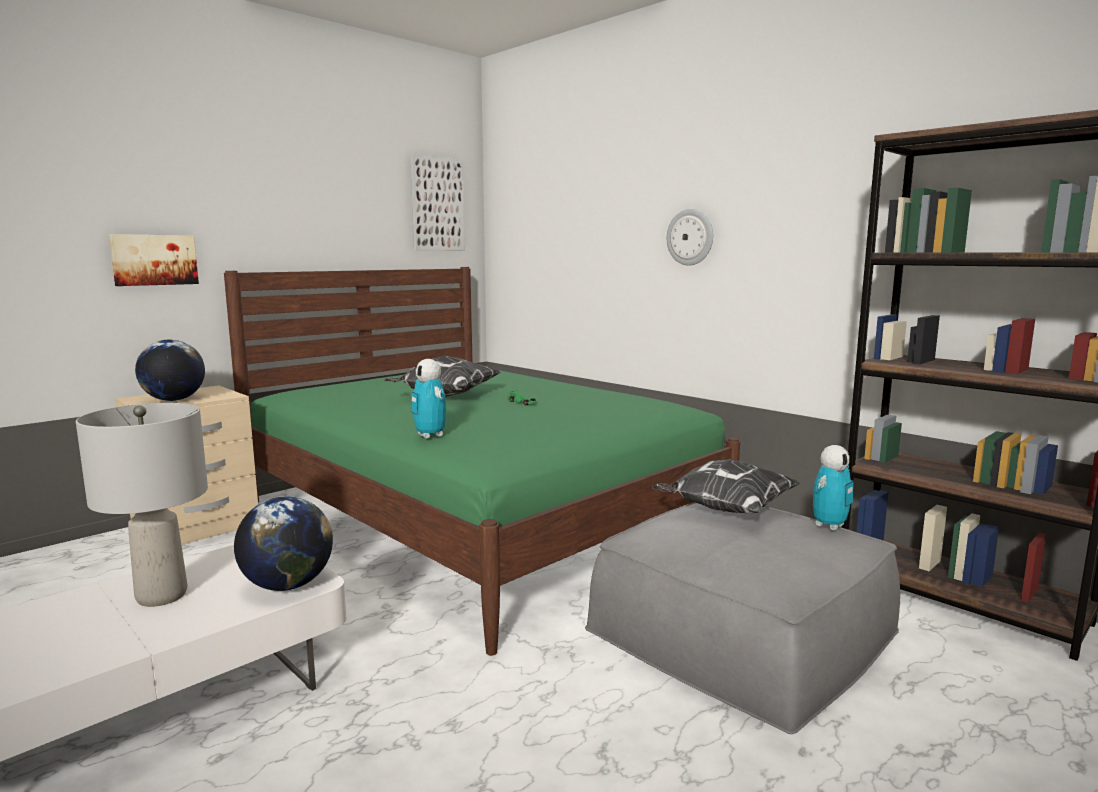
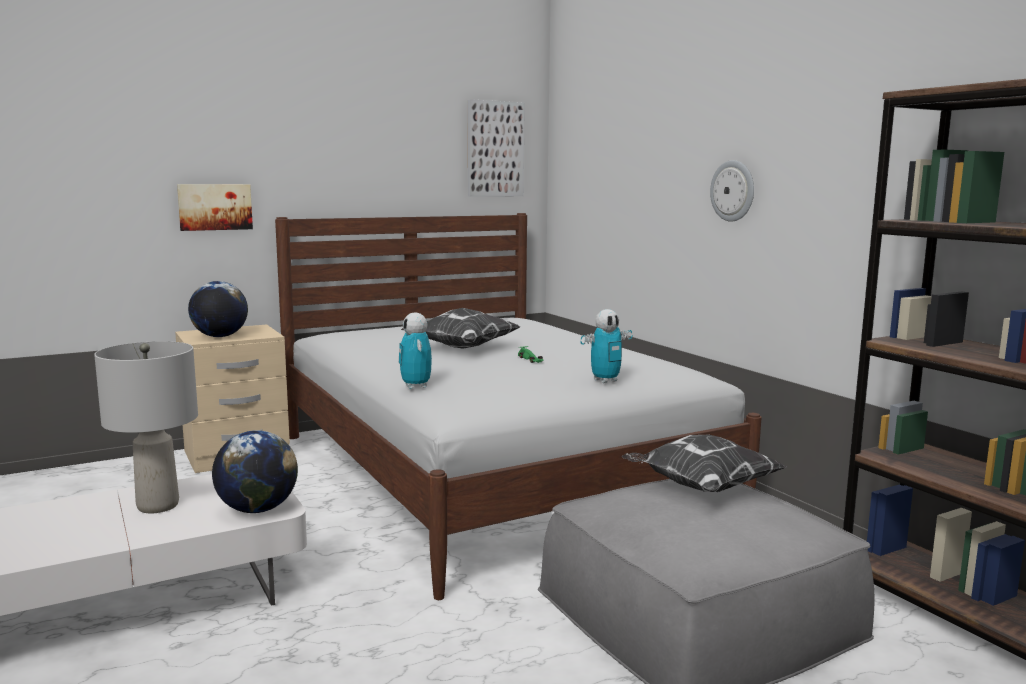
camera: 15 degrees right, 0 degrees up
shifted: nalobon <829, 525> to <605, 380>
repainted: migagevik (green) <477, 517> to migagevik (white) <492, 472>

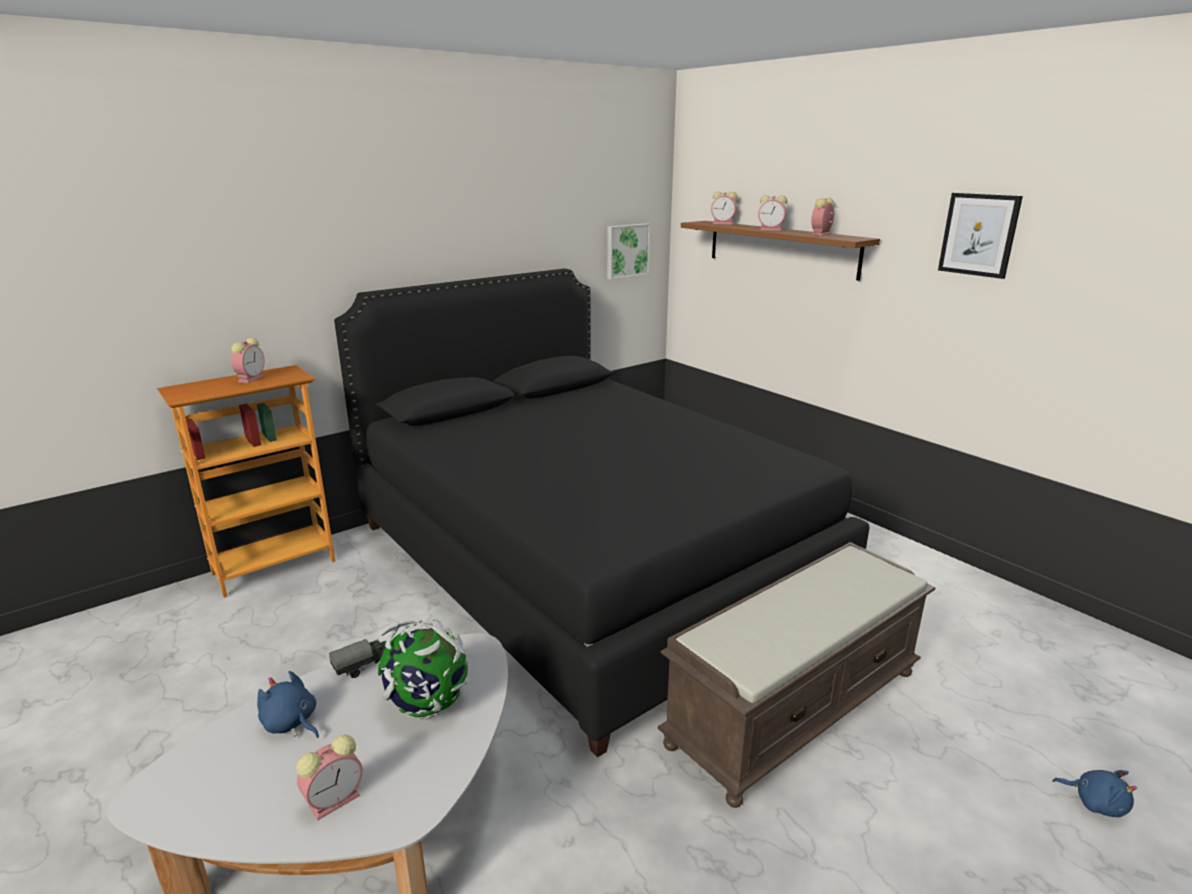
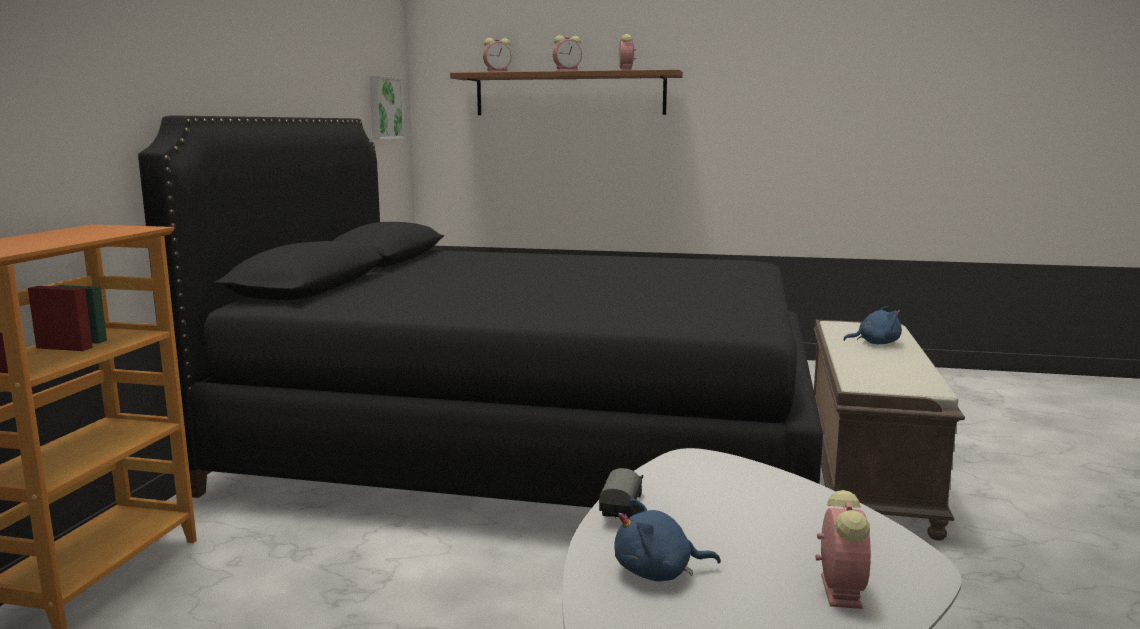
camera: 40 degrees left, 10 degrees down
gone: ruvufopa <251, 378>; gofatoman <427, 705>; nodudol <979, 234>
shifted: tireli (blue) <1095, 803> to <875, 343>

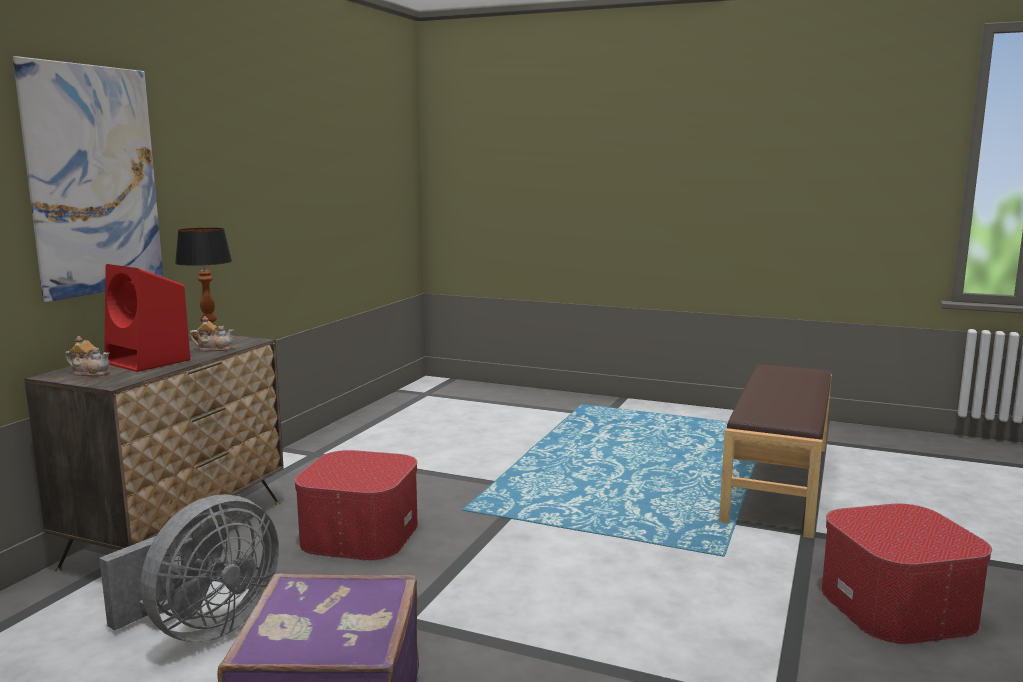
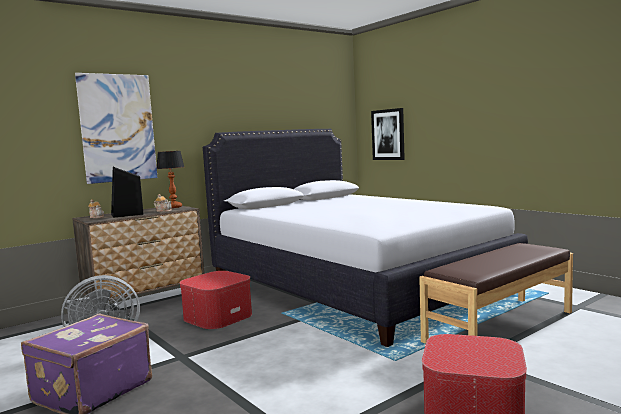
camera: 30 degrees right, 5 degrees down
new: migagevik (white) <356, 285>; nodudol <388, 134>
repainted: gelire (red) <149, 362> to gelire (black) <127, 214>

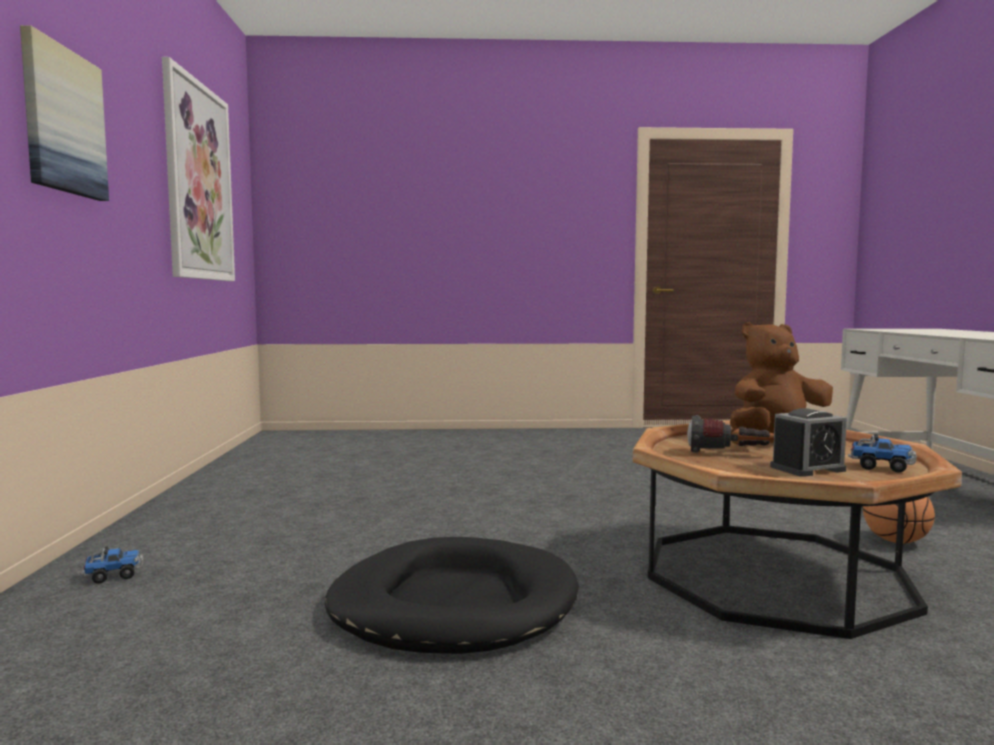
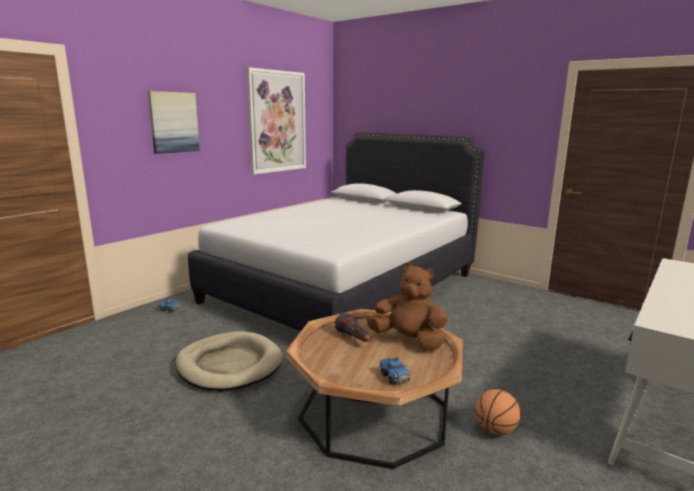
camera: 40 degrees right, 10 degrees up
gone: ruvufopa <807, 468>
new: migagevik (white) <344, 287>
repainted: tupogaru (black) <453, 604> to tupogaru (beige) <229, 365>

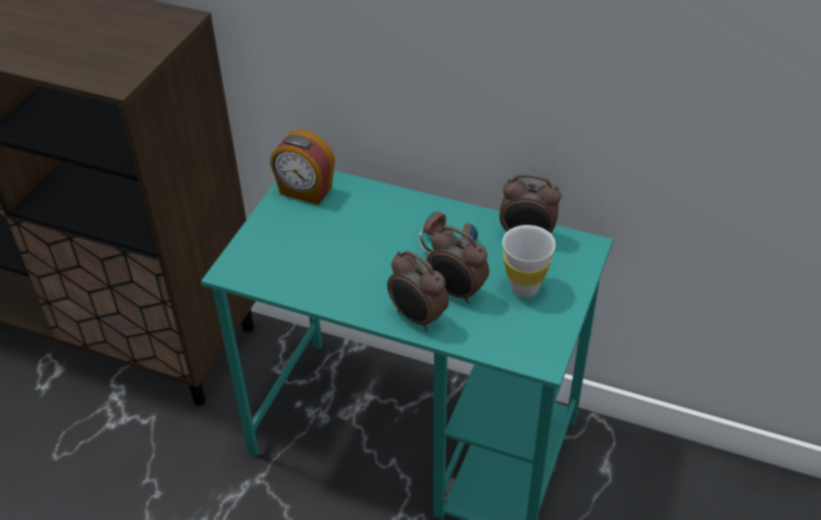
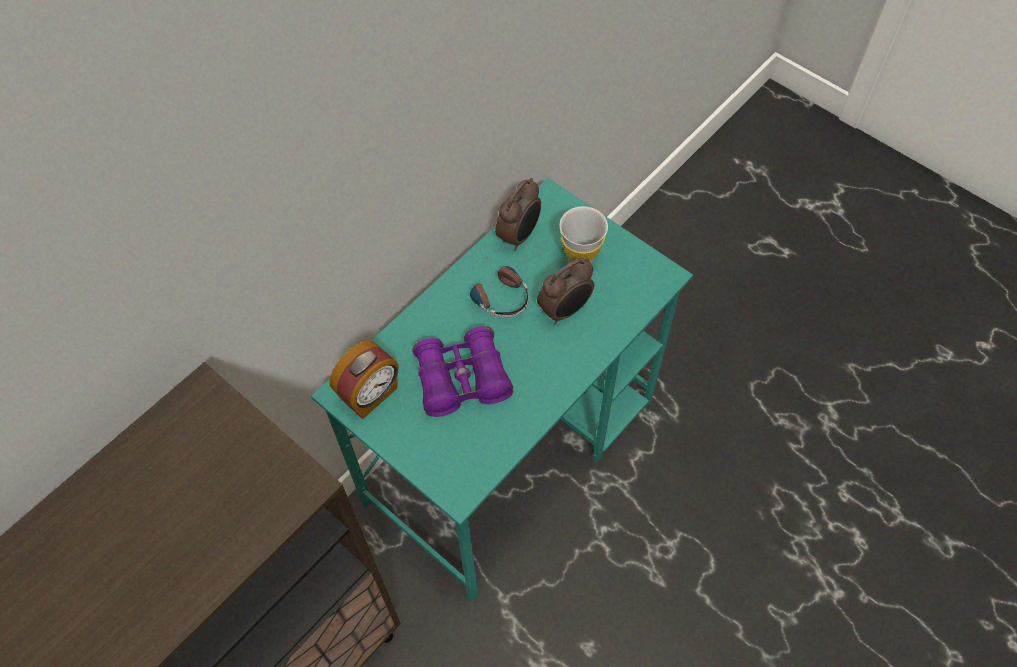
camera: 70 degrees left, 15 degrees up
gone: ruvufopa <417, 318>
new: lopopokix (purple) <462, 380>

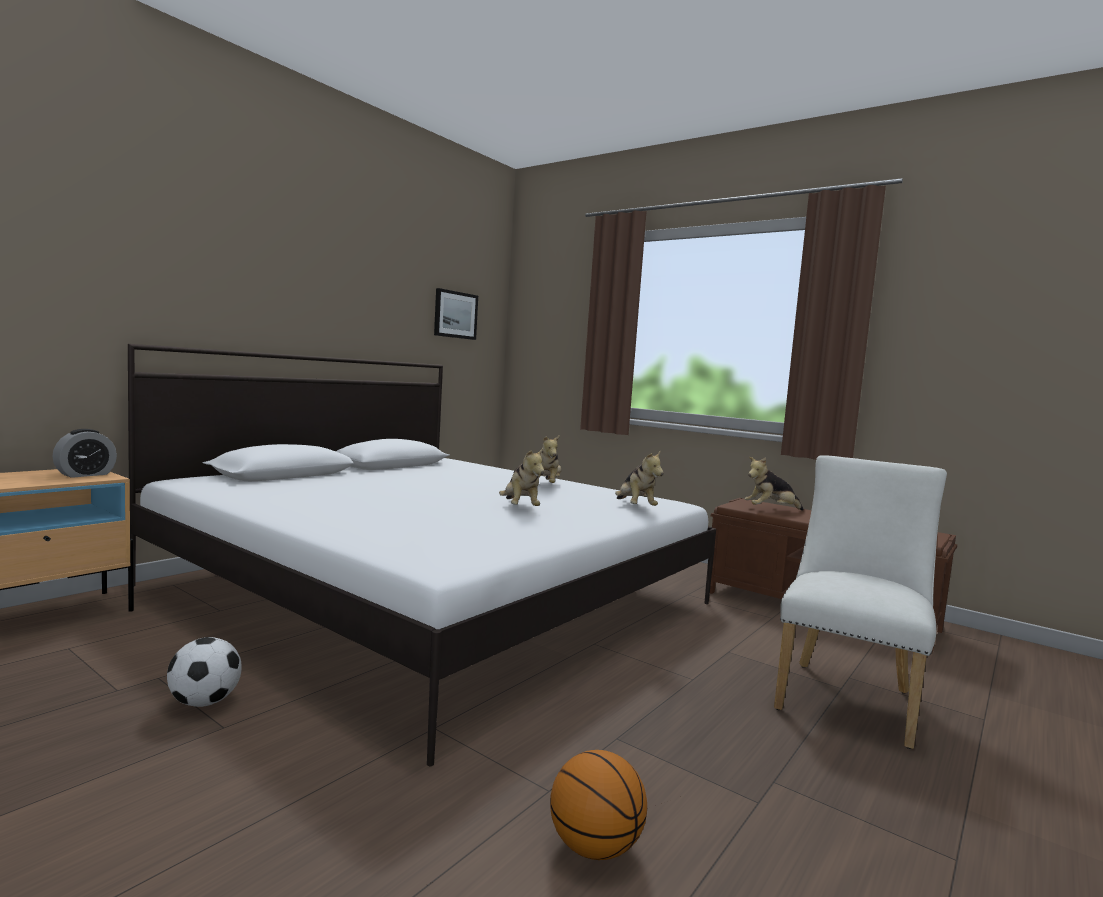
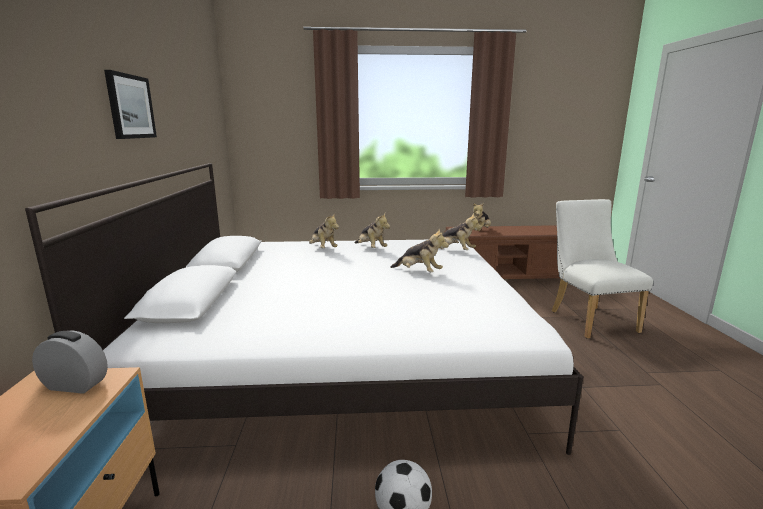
camera: 40 degrees left, 10 degrees up
gone: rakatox <594, 848>
new: tireli <323, 249>
shifted: nodudol <455, 314> to <130, 106>
rotated: ruvufopa <85, 474> = <75, 385> 75 degrees counterclockwise

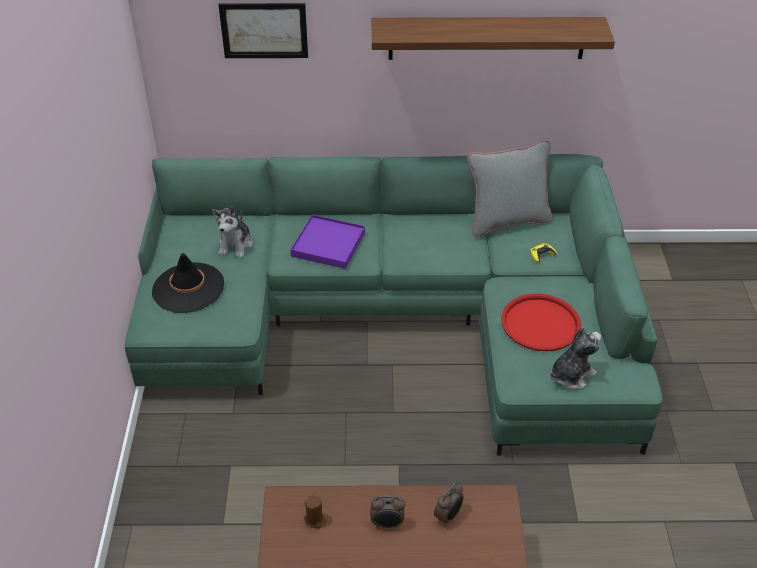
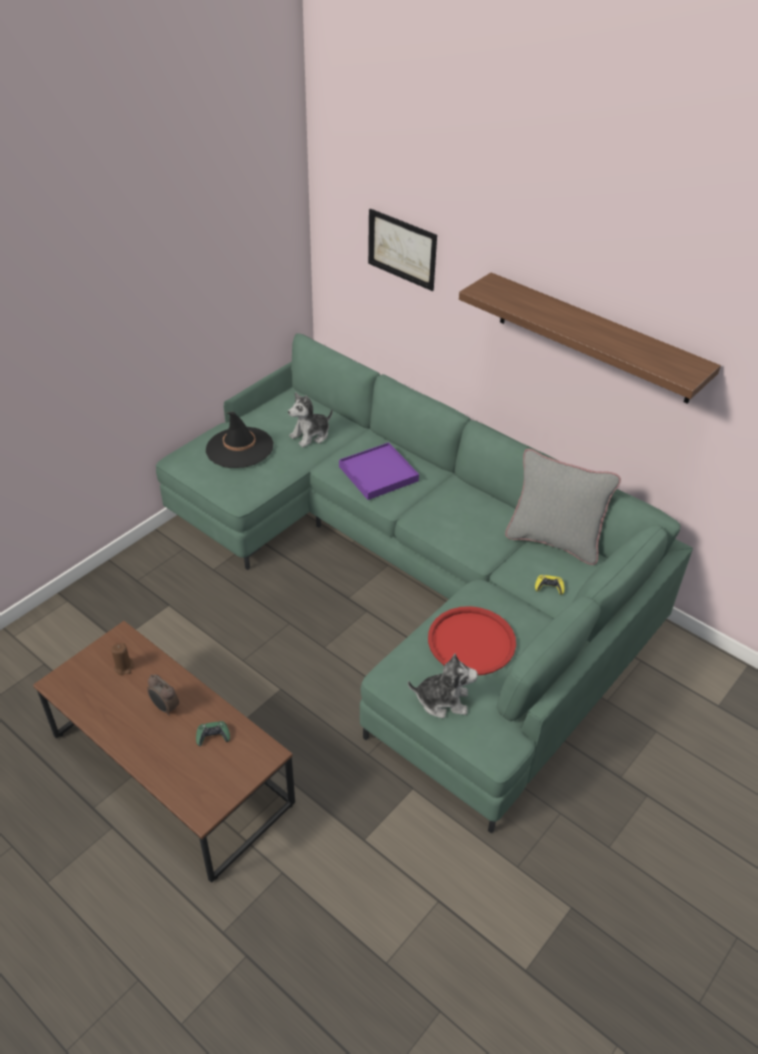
camera: 40 degrees right, 0 degrees up
swapped: ruvufopa <448, 516> to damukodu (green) <213, 736>

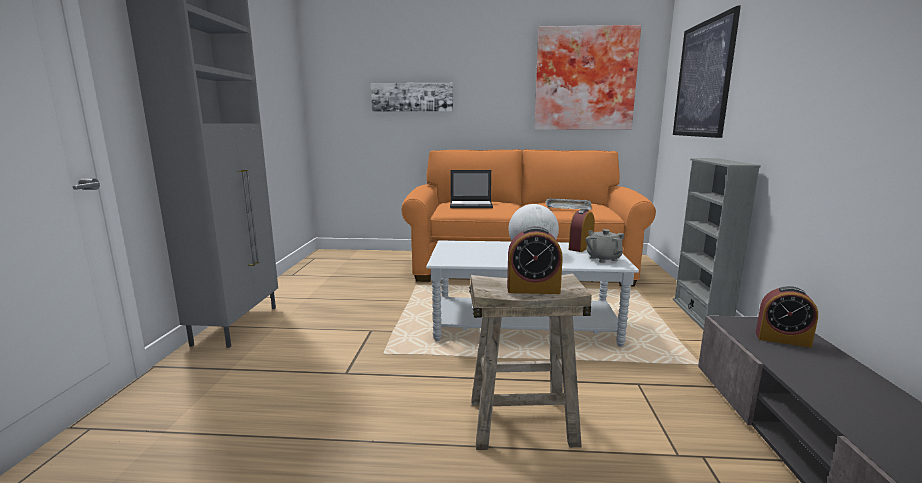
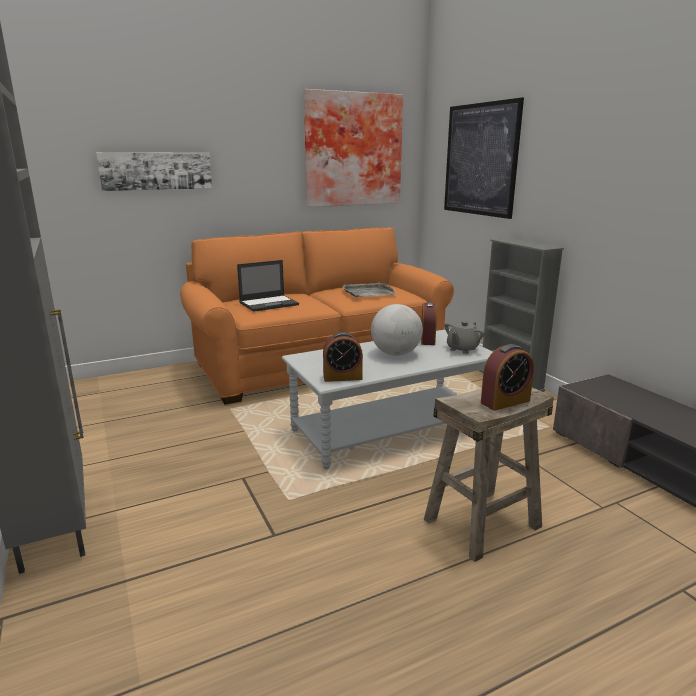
camera: 30 degrees left, 5 degrees up
shifted: ruvufopa <782, 339> to <342, 377>
rotated: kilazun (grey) <603, 259> = <462, 349> 90 degrees counterclockwise

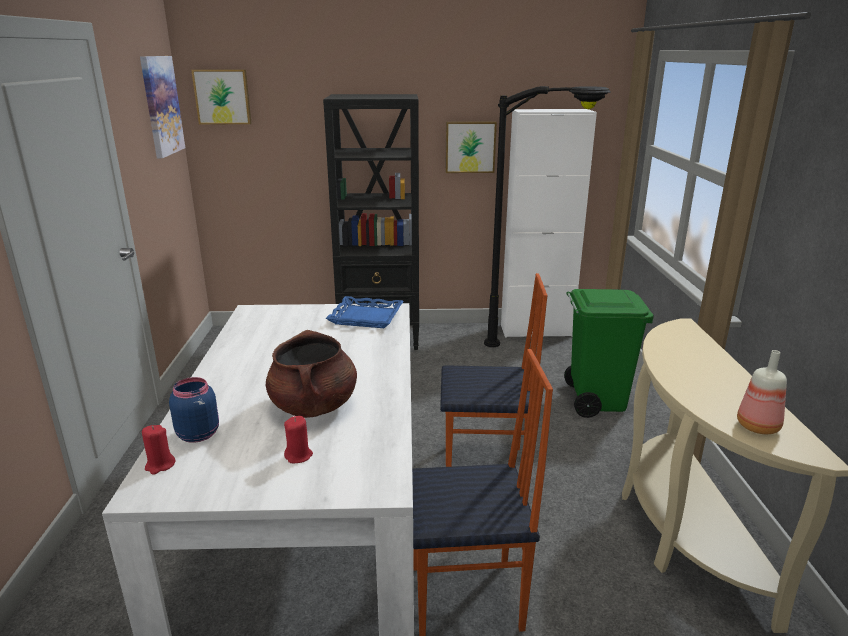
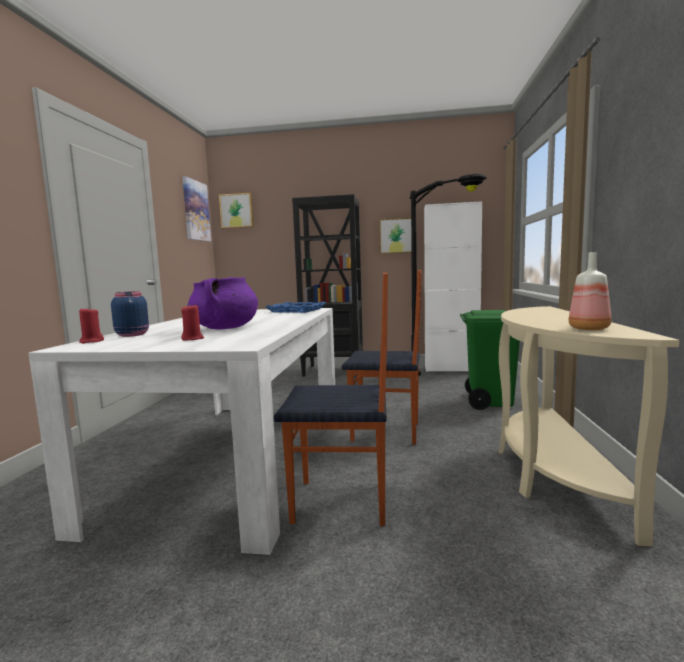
camera: 10 degrees right, 15 degrees down
repainted: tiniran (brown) <314, 406> to tiniran (purple) <225, 328>

